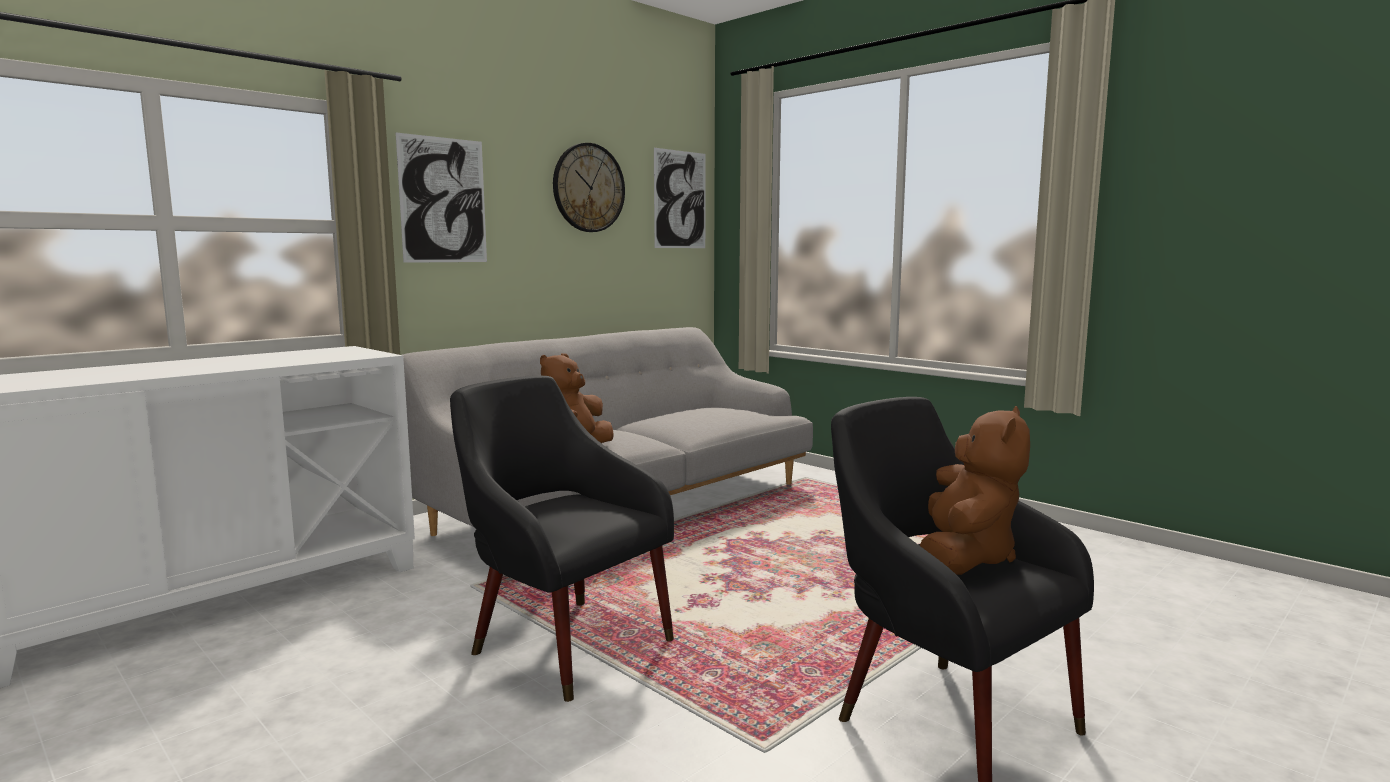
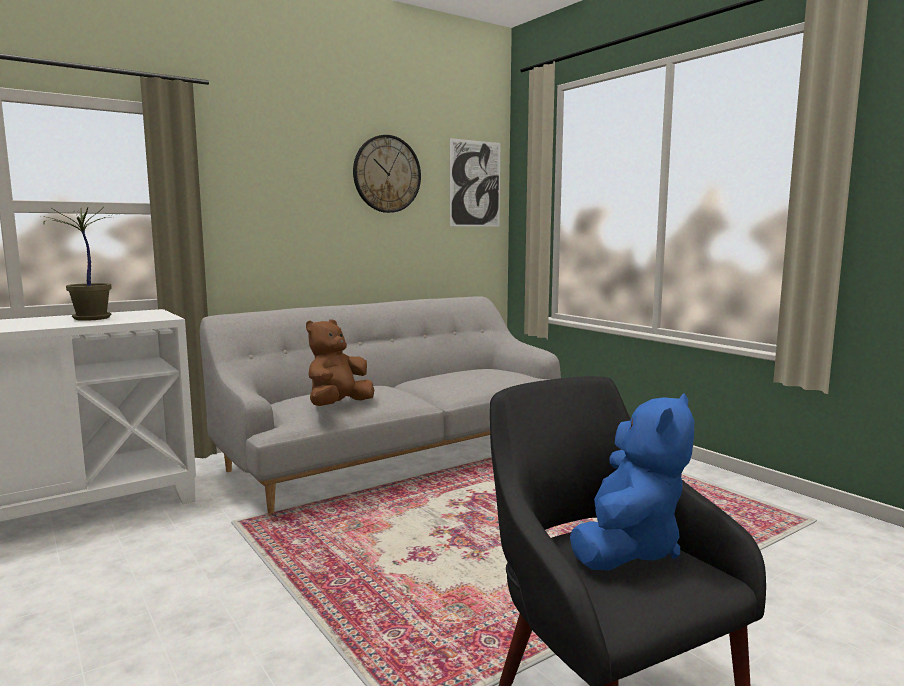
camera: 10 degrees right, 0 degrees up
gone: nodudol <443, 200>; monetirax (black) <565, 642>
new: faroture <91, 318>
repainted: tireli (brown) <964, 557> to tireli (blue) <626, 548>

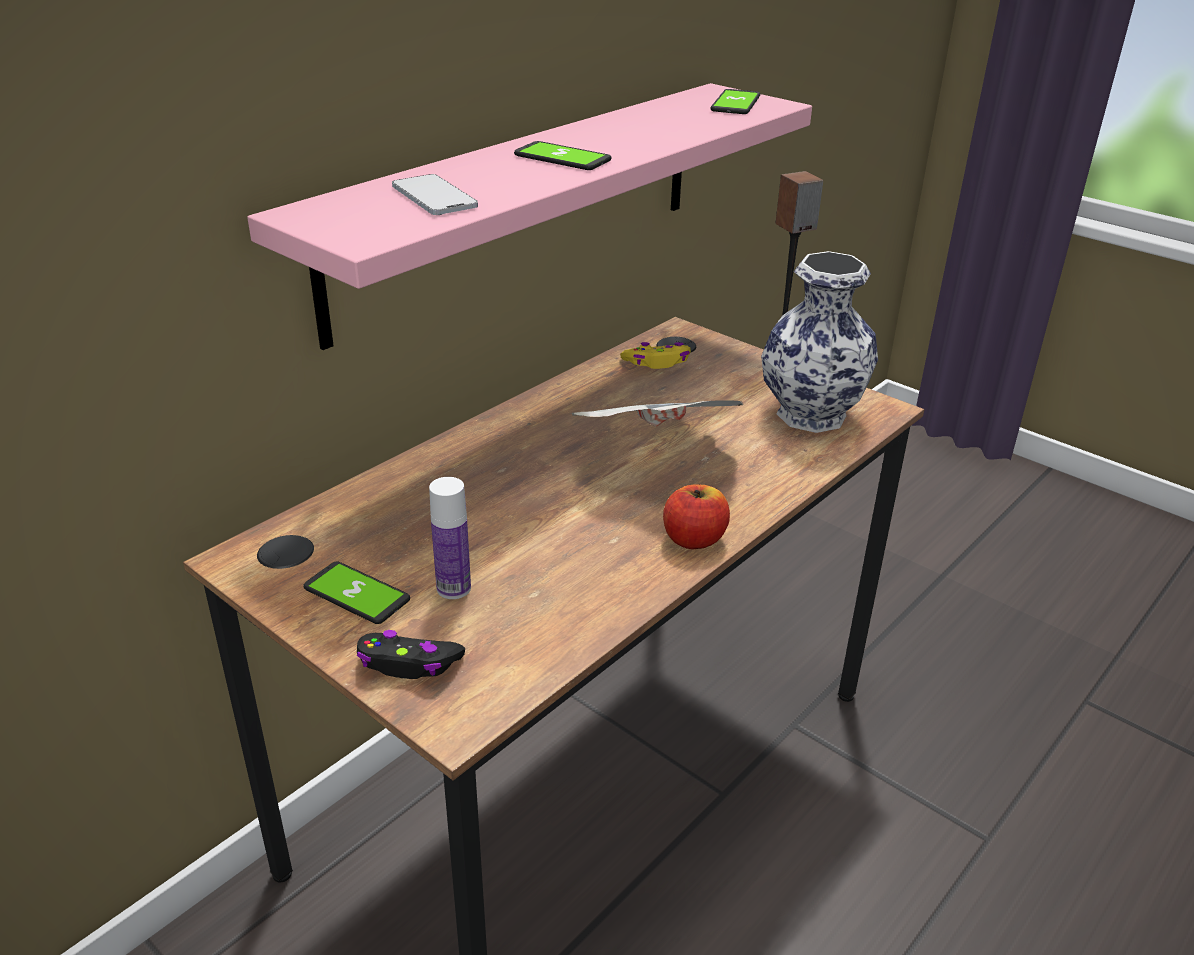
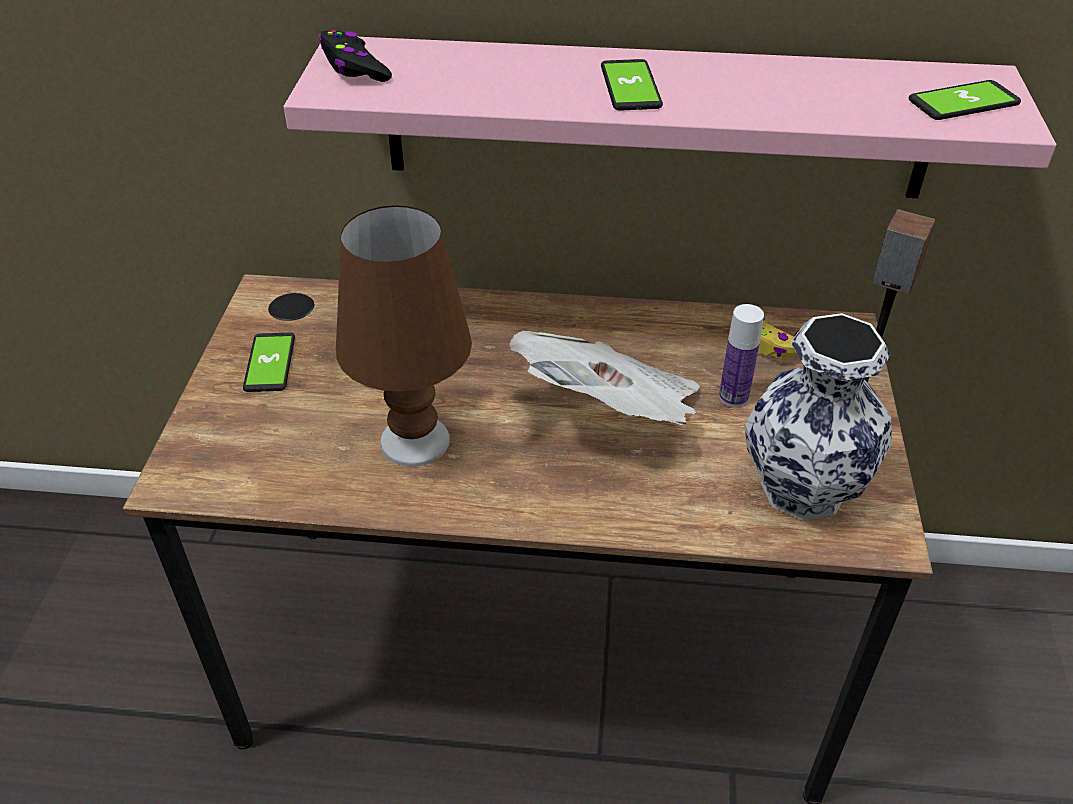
camera: 55 degrees right, 10 degrees up
gone: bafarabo <434, 197>; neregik <694, 539>
new: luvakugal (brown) <414, 441>
shifted: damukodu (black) <409, 663> to <354, 68>; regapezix <453, 588> to <733, 397>

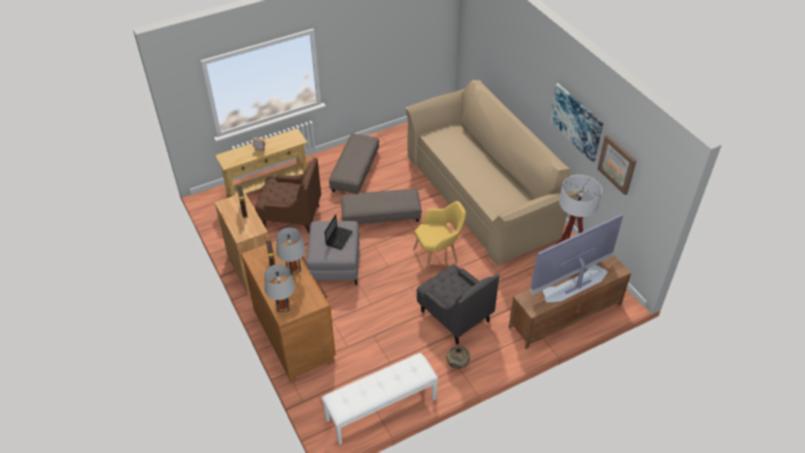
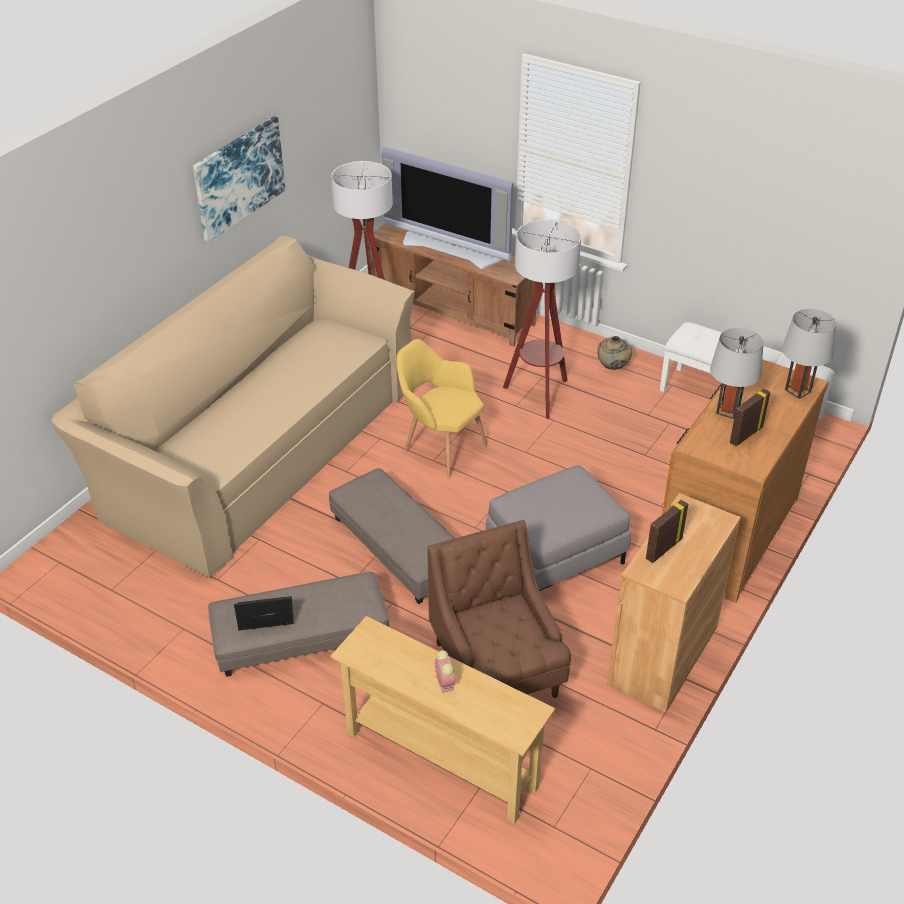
camera: 120 degrees left, 5 degrees down
gone: nodudol <617, 164>
shifted: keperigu <339, 238> to <264, 615>
swapped: monetirax (grey) <454, 316> to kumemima <539, 395>

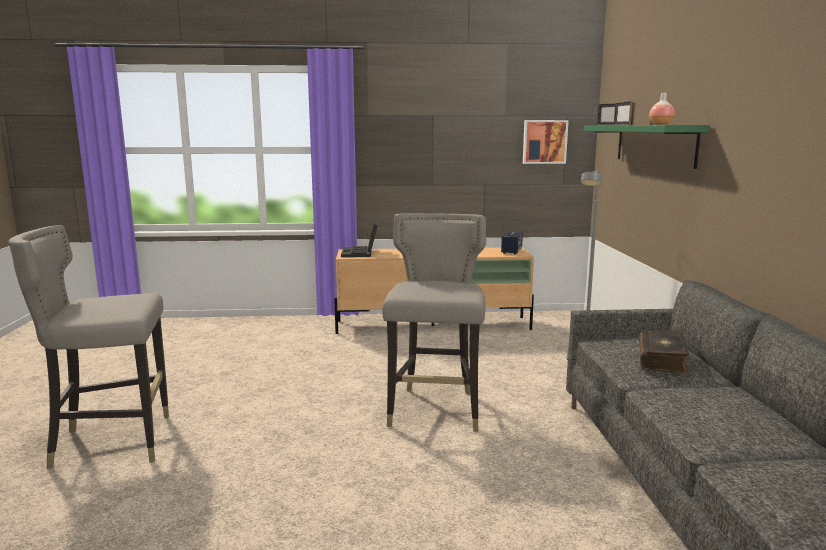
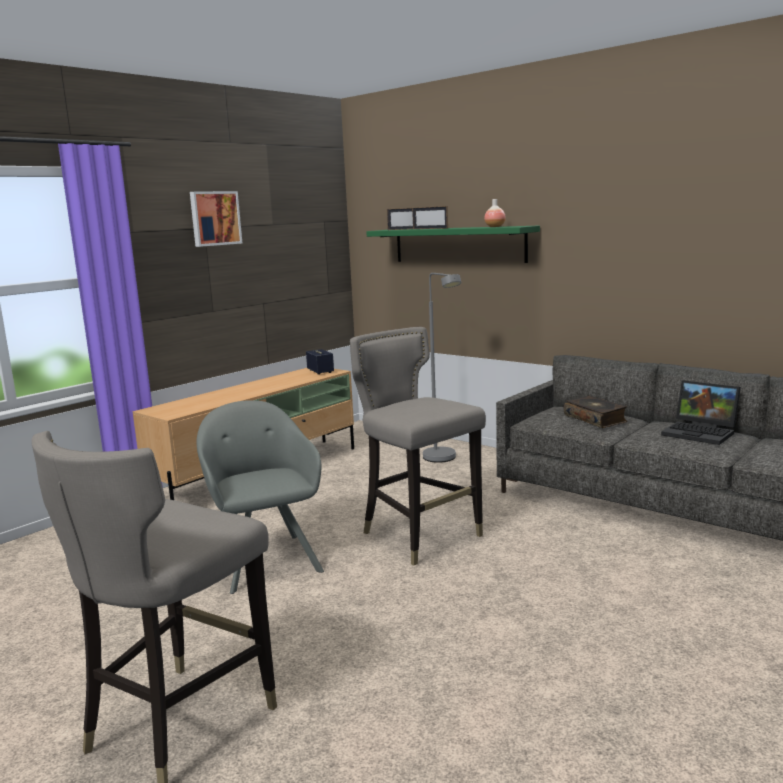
camera: 45 degrees left, 0 degrees up
new: monetirax (grey) <264, 559>
shifted: nodudol <544, 142> to <214, 218>; keperigu <361, 253> to <701, 433>

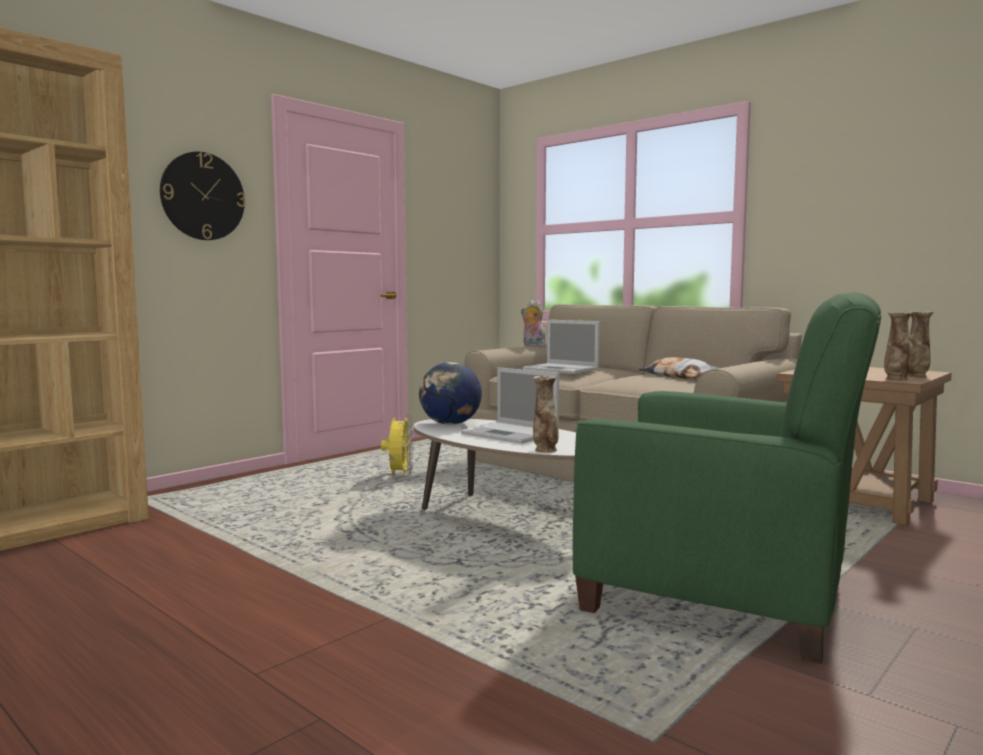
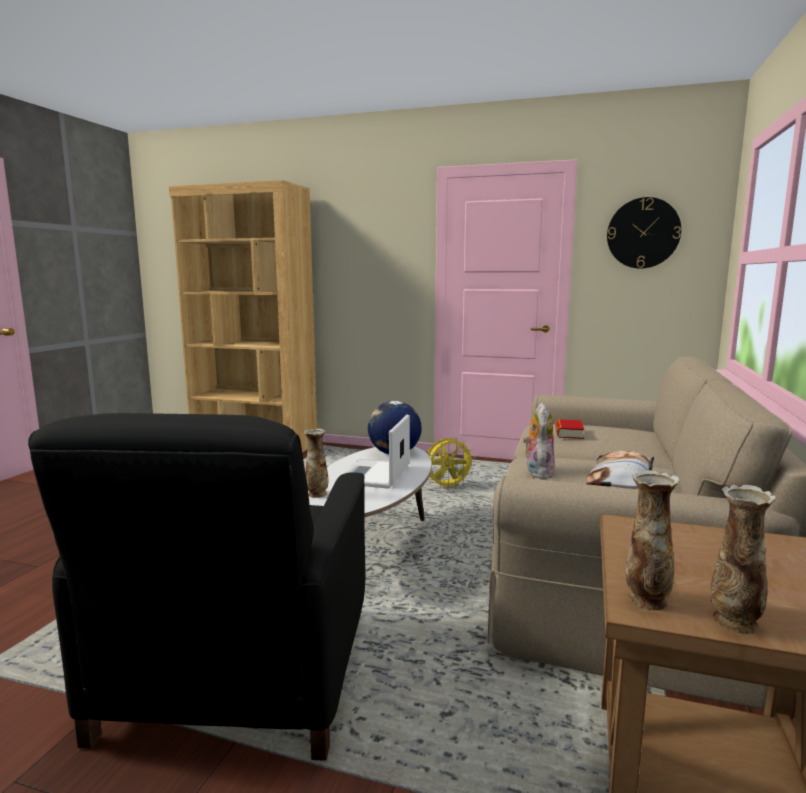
camera: 65 degrees right, 5 degrees up
shifted: tireli <532, 346> to <537, 472>; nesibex <203, 196> to <643, 233>
swapped: keperigu <562, 369> to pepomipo <569, 433>
repainted: monetirax (green) <721, 591> to monetirax (black) <239, 675>

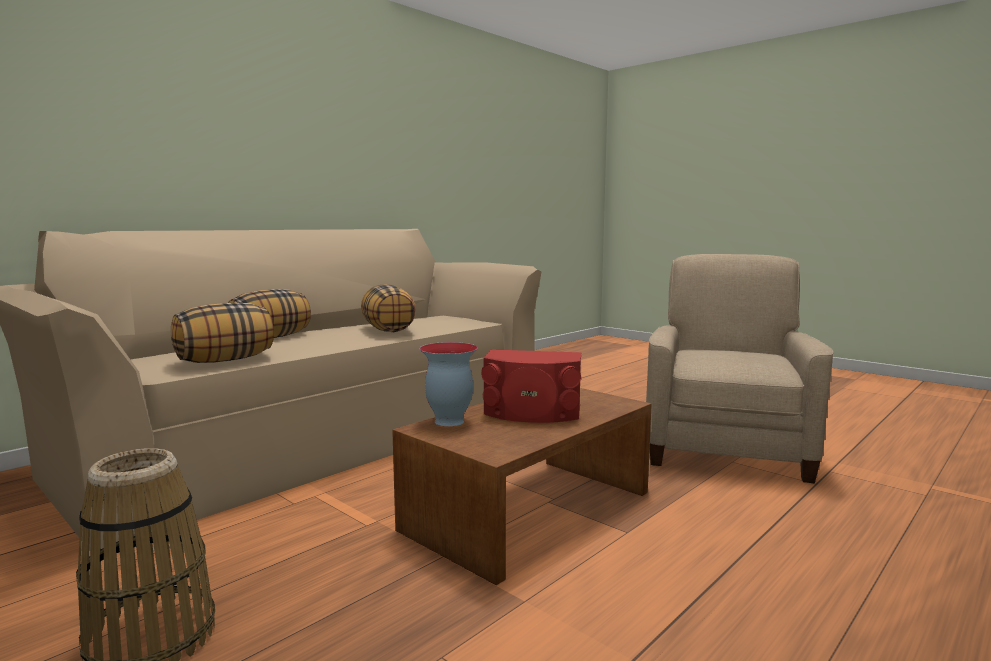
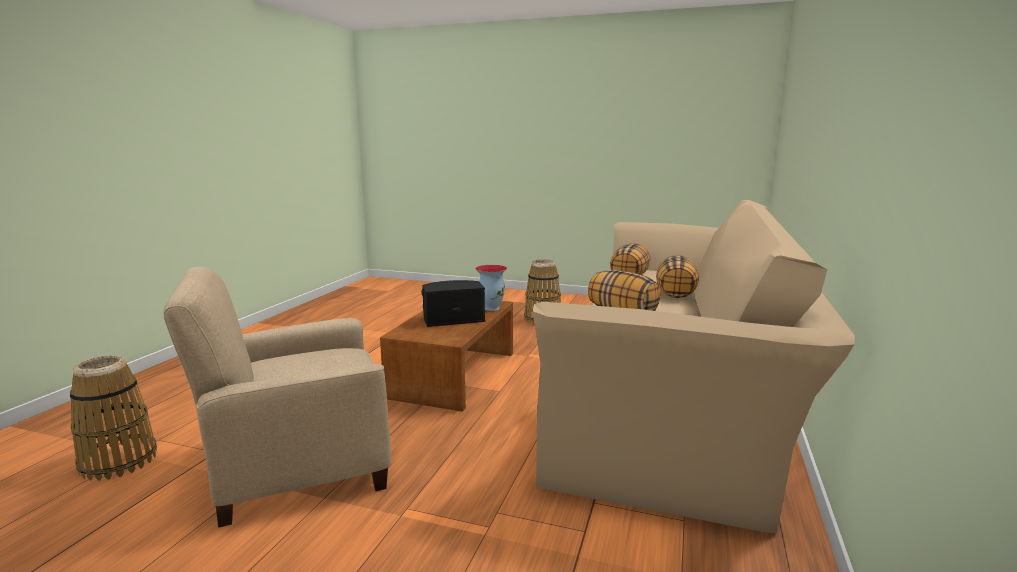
camera: 155 degrees right, 5 degrees up
new: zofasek <118, 461>
repainted: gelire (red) <532, 412> to gelire (black) <453, 319>
rotated: monetirax (beige) <725, 447> = <299, 465> 75 degrees clockwise

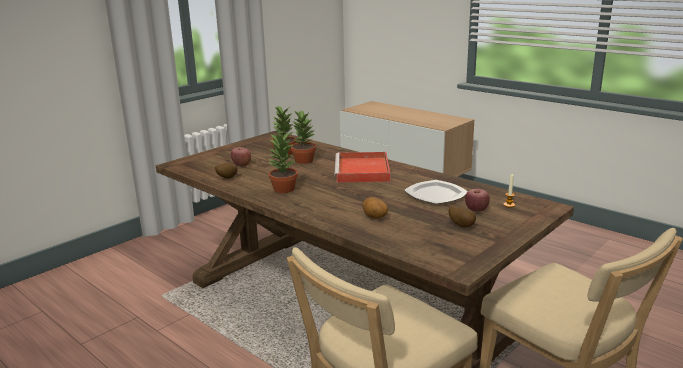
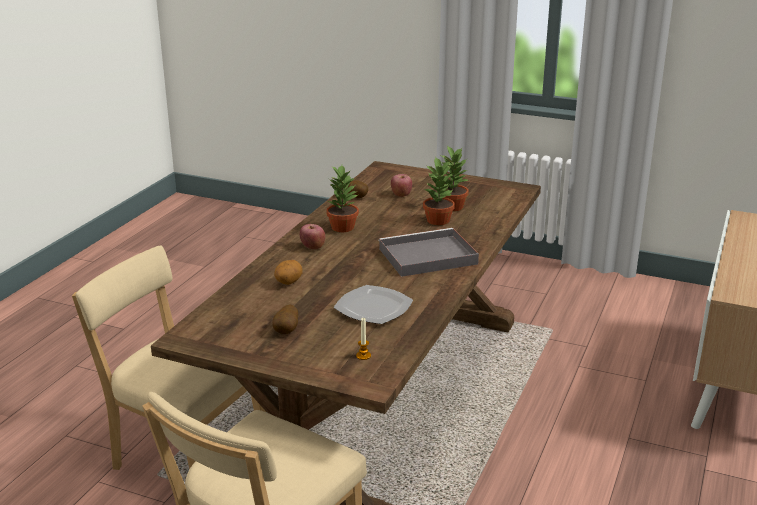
camera: 70 degrees right, 5 degrees up
shifted: neregik <476, 210> to <312, 247>
repainted: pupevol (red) <363, 171> to pupevol (grey) <426, 257>

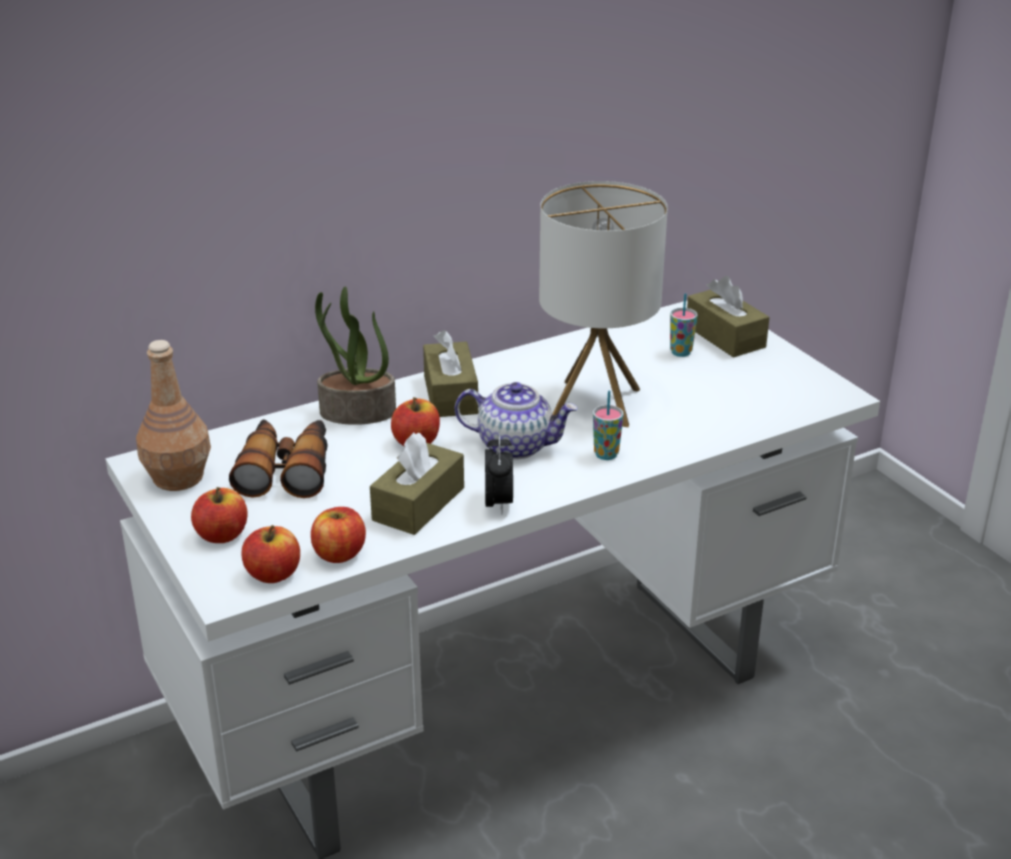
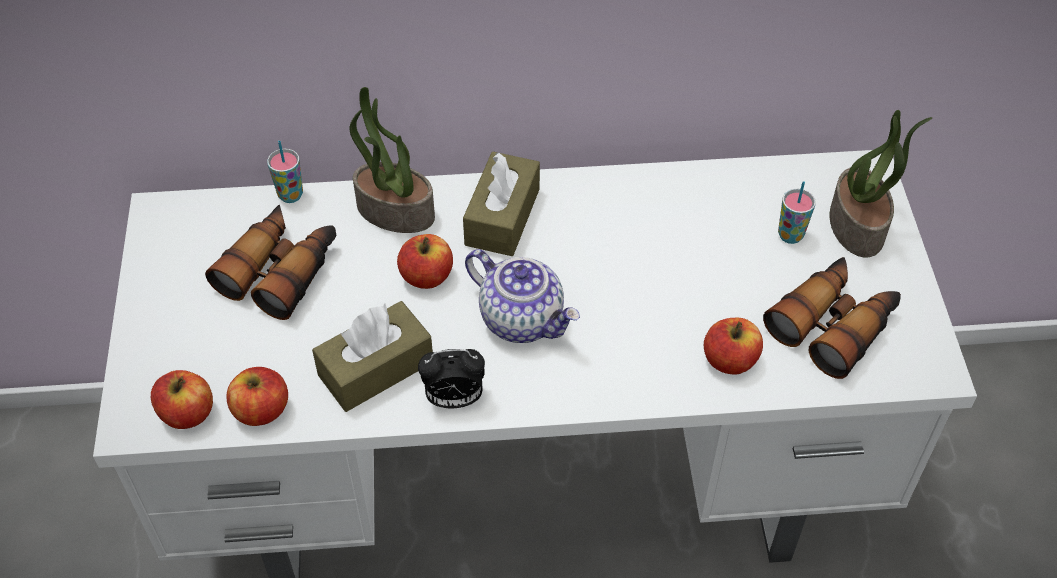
camera: 25 degrees right, 20 degrees up
gone: regapezix (brown) <178, 477>; luvakugal <596, 402>
new: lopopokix <833, 324>
shifted: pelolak <606, 454> to <290, 195>; neregik <222, 535> to <730, 360>
swapped: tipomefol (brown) <725, 336> to faroture <858, 226>
rotated: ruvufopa <499, 504> = <454, 399> 60 degrees clockwise

